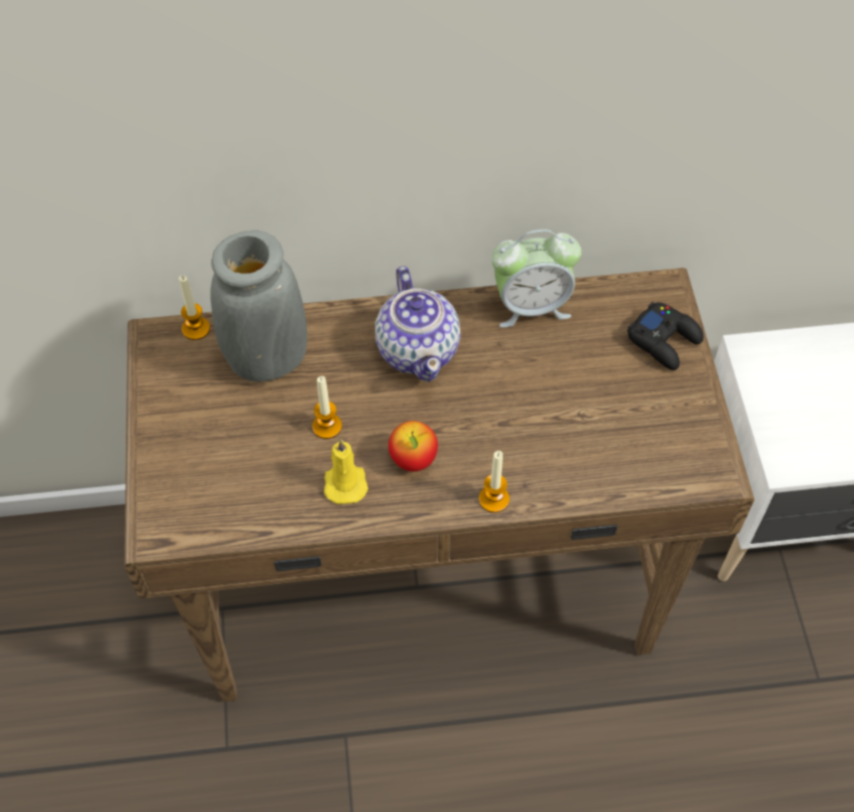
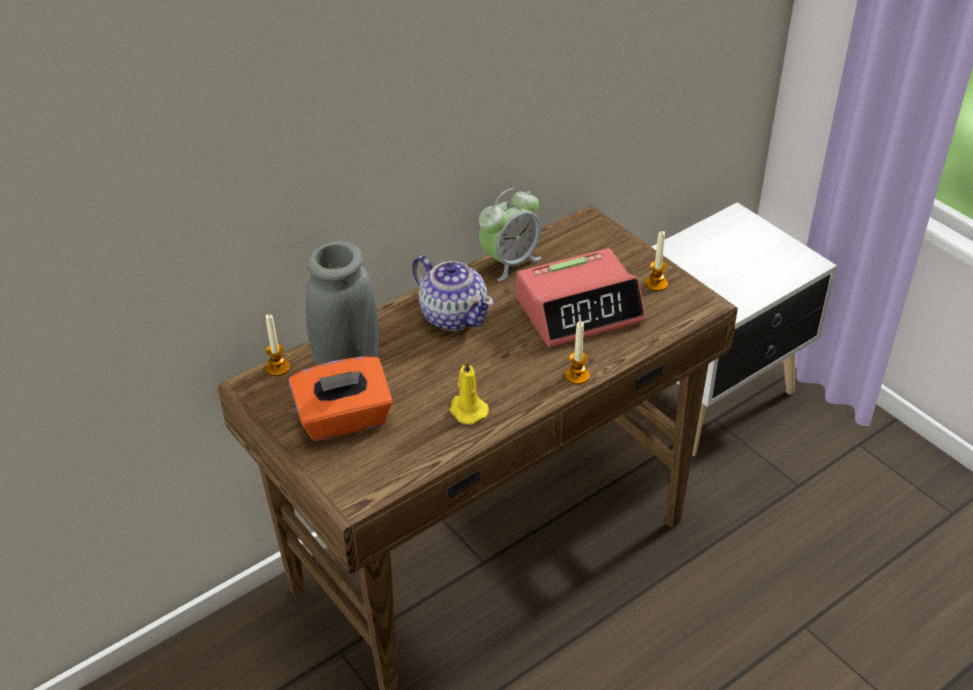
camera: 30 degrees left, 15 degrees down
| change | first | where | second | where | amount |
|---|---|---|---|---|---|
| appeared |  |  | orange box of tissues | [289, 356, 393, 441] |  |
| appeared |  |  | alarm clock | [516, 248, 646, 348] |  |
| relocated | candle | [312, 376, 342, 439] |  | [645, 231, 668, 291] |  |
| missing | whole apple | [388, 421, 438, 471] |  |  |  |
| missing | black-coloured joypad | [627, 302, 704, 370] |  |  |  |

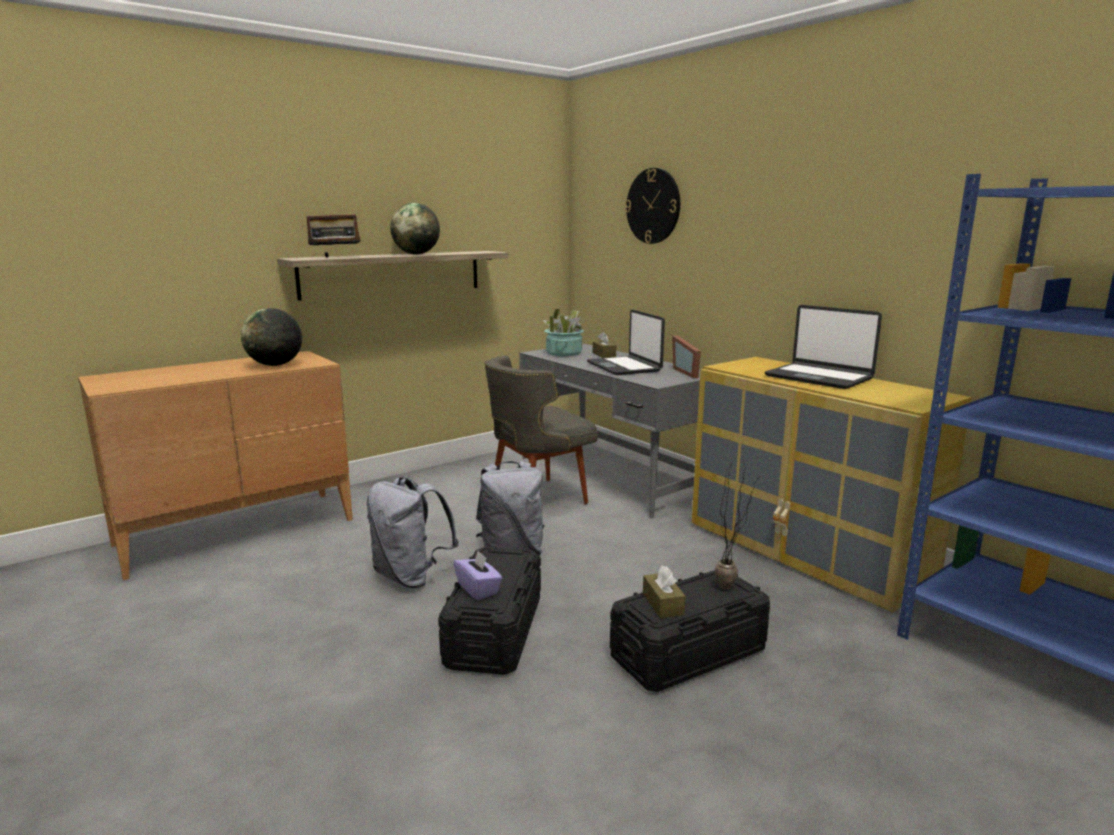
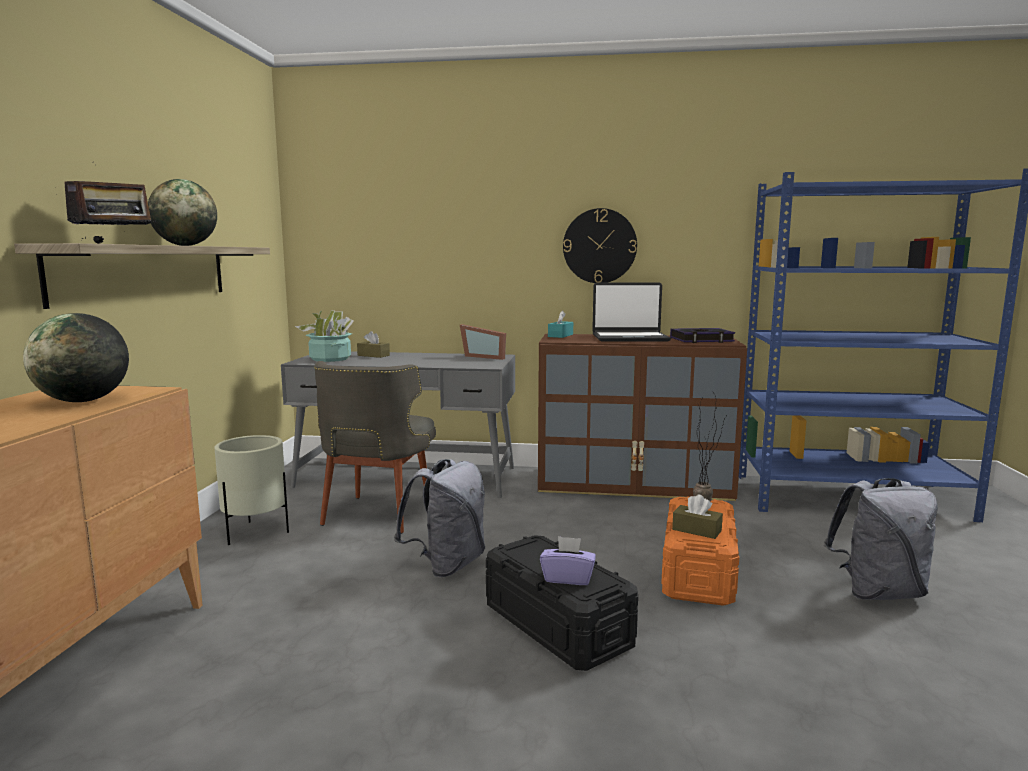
camera: 45 degrees left, 5 degrees down
| change | first | where | second | where | amount |
|---|---|---|---|---|---|
| appeared |  |  | beige planter | [215, 435, 289, 545] |  |
| colour | yellow cupboard | [692, 357, 972, 612] | brownish cupboard | [538, 334, 747, 501] |  |
| appeared |  |  | turquoise box of tissues | [548, 310, 573, 338] |  |
| relocated | hanging clock | [625, 168, 680, 244] |  | [563, 208, 637, 283] |  |
| colour | black-coloured storage container | [610, 570, 770, 692] | orange storage container | [661, 496, 739, 606] |  |
| appeared |  |  | bound book | [670, 328, 735, 343] |  |
| relocated | greyish rucksack | [367, 477, 459, 588] |  | [824, 478, 938, 600] |  |
| missing | notebook computer | [587, 309, 665, 375] |  |  |  |

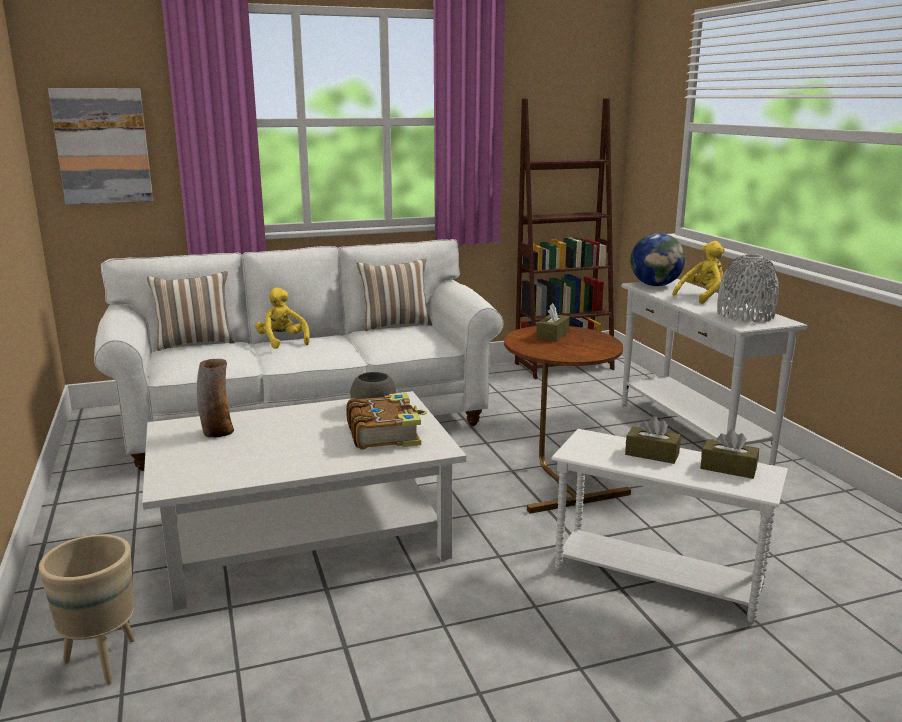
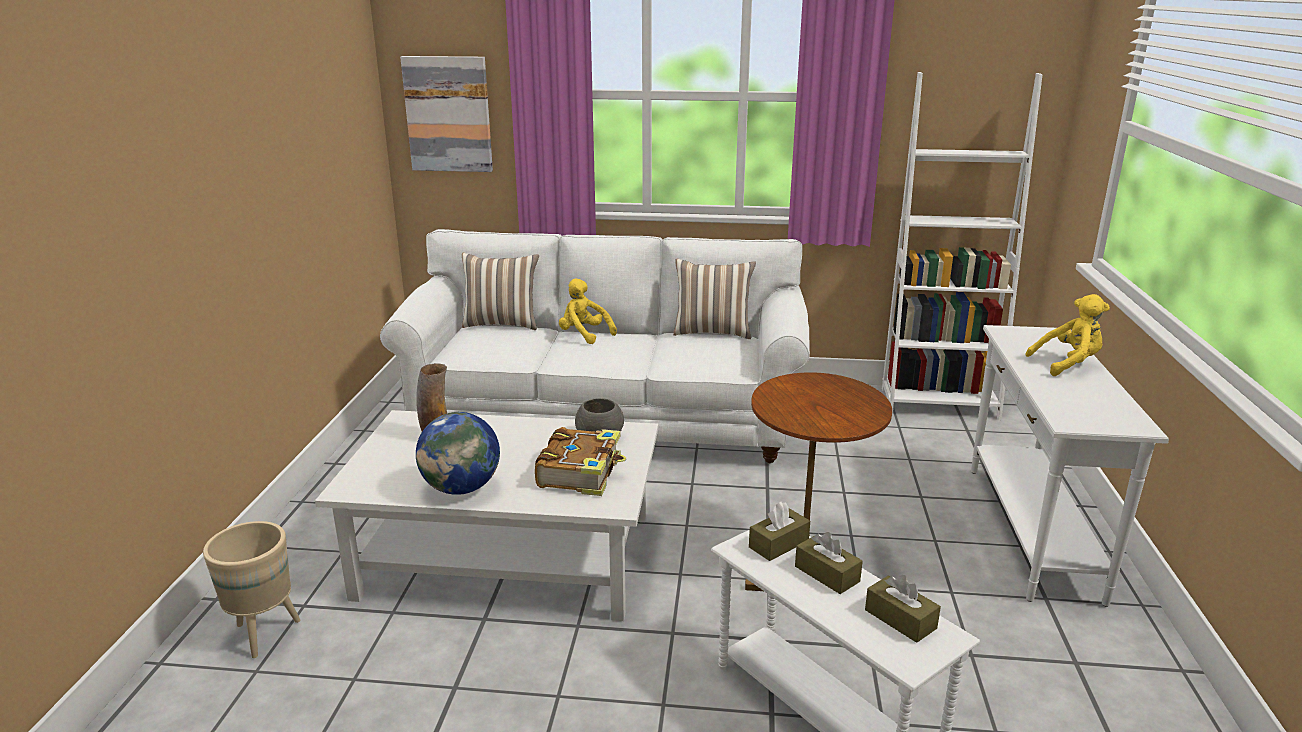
camera: 25 degrees right, 5 degrees up
| change | first | where | second | where | amount |
|---|---|---|---|---|---|
| relocated | desk globe | [630, 233, 685, 286] |  | [416, 412, 500, 495] |  |
| spun | yellow plush toy | [255, 287, 310, 349] |  | [559, 278, 617, 344] | 45 degrees counterclockwise |
| relocated | brownish box of tissues | [536, 303, 570, 342] |  | [749, 502, 810, 561] |  |
| colour | brownish shelving unit | [515, 98, 615, 379] | white-coloured shelving unit | [882, 72, 1043, 420] |  |
| missing | greyish decorative vase | [717, 254, 779, 322] |  |  |  |

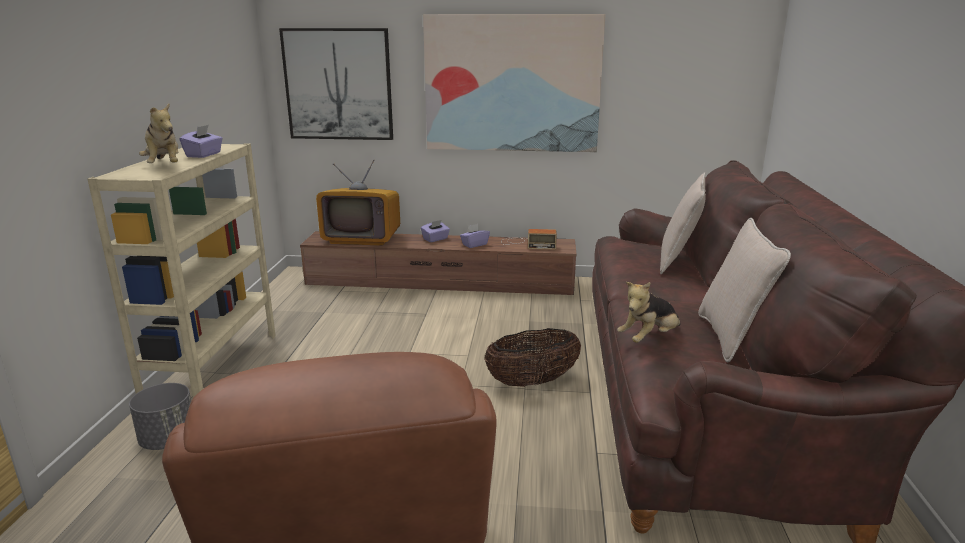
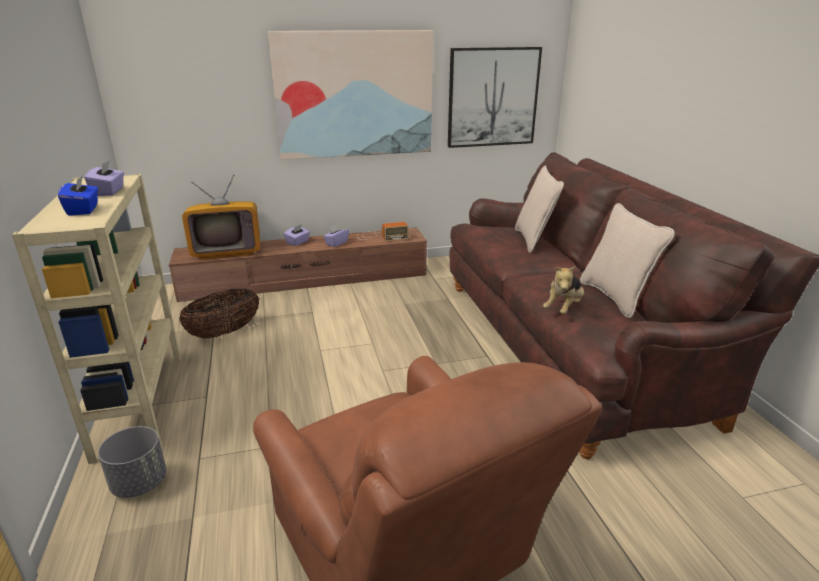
camera: 20 degrees left, 5 degrees up
| change | first | where | second | where | amount |
|---|---|---|---|---|---|
| exchanged | plush toy | [139, 104, 179, 163] | blue-coloured box of tissues | [58, 175, 98, 216] |  |
| relocated | household basket | [484, 328, 581, 387] |  | [179, 289, 259, 338] |  |
| relocated | picture | [279, 28, 393, 140] |  | [448, 47, 542, 148] |  |

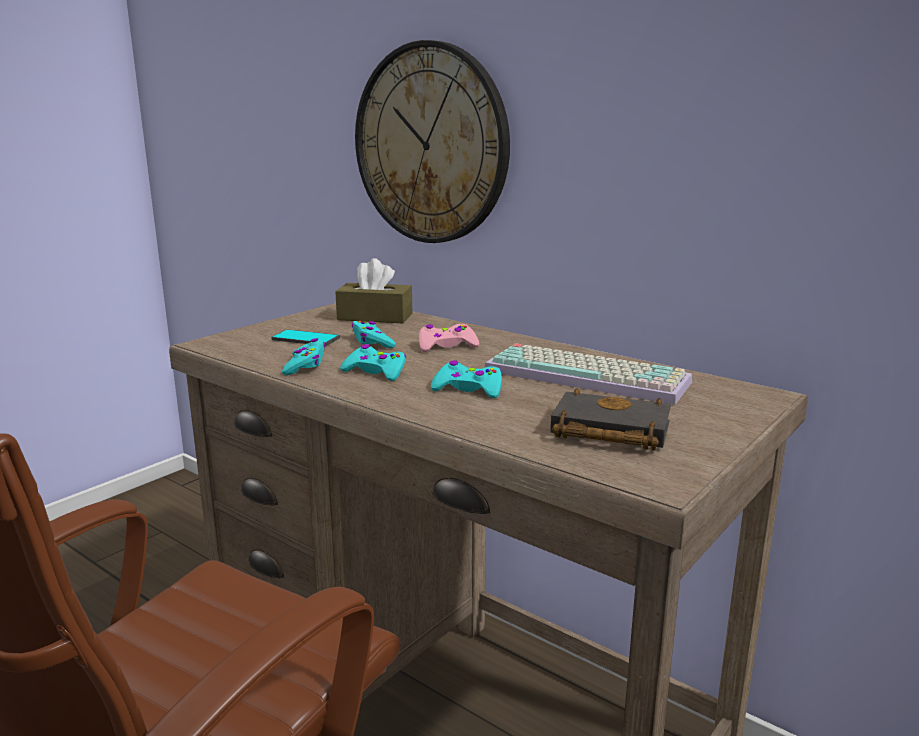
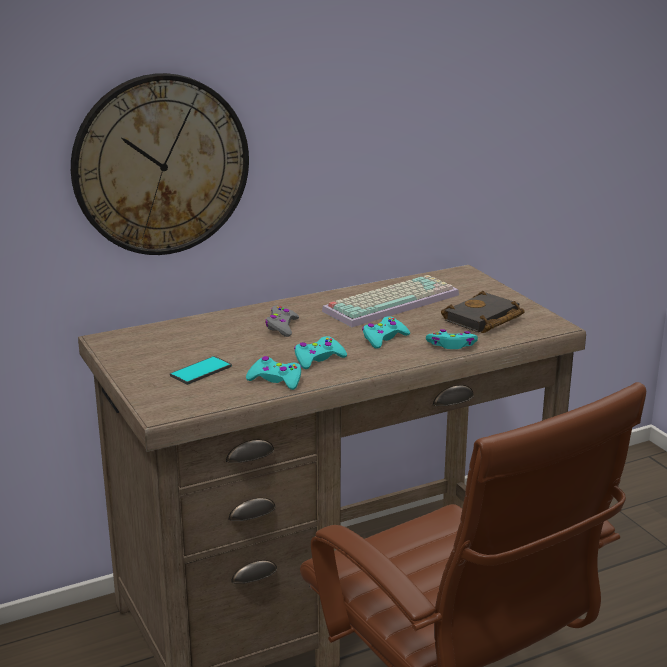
camera: 65 degrees left, 5 degrees up
| change | first | where | second | where | amount |
|---|---|---|---|---|---|
| colour | pinkish joypad | [419, 324, 479, 352] | greyish joypad | [265, 306, 299, 337] |  |
| relocated | turquoise joypad | [352, 321, 396, 348] |  | [426, 329, 478, 349] |  |
| missing | brownish box of tissues | [335, 258, 412, 323] |  |  |  |

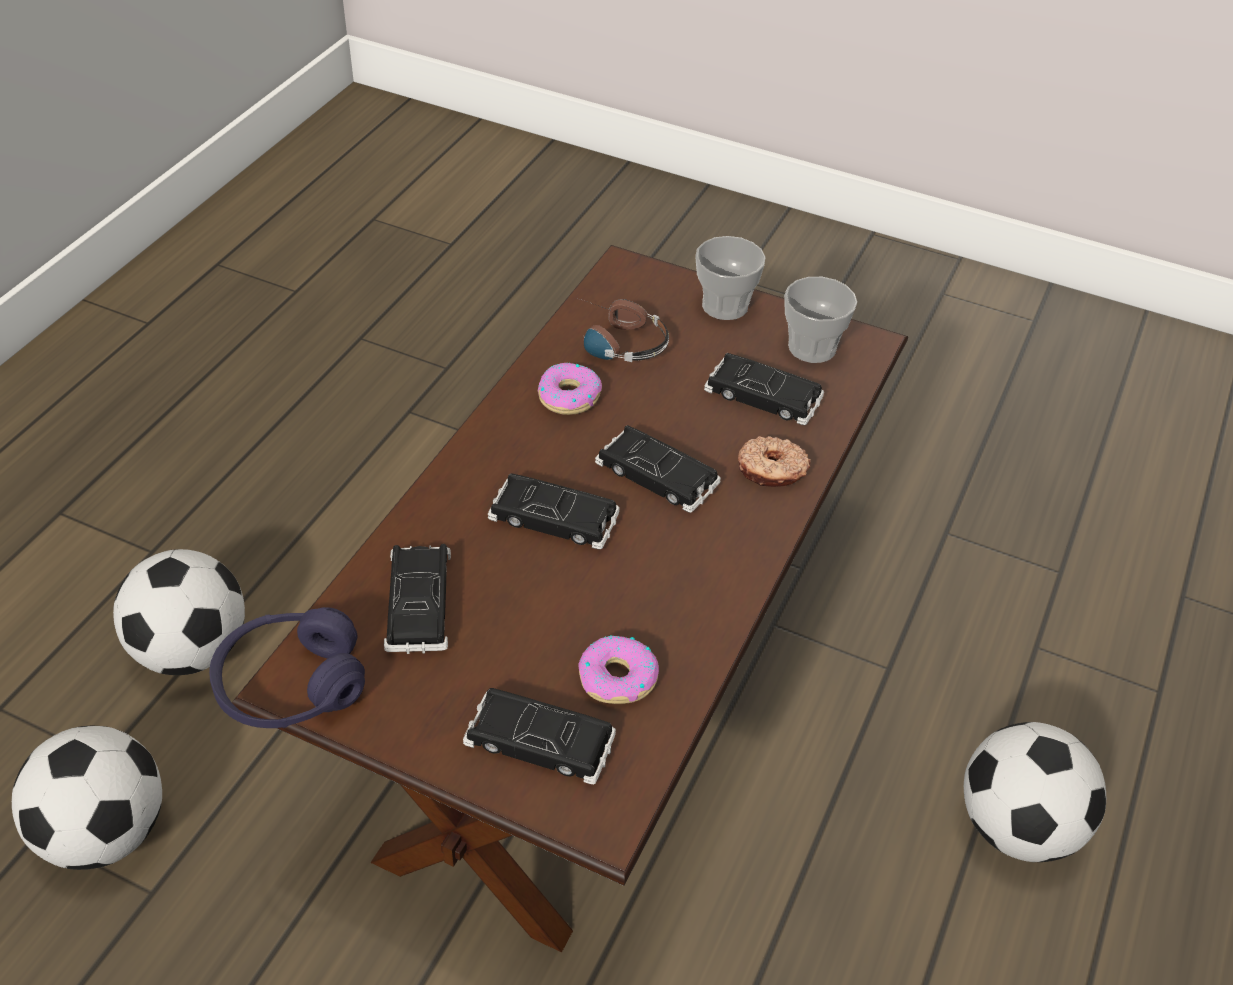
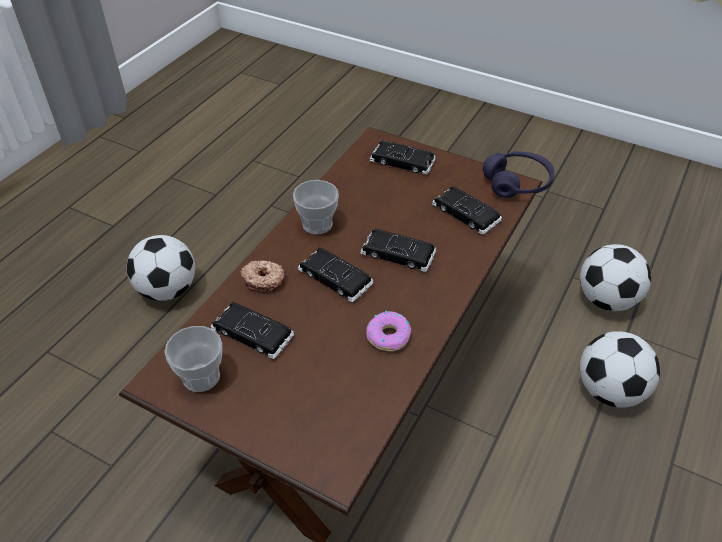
camera: 175 degrees left, 0 degrees up
| change | first | where | second | where | amount |
|---|---|---|---|---|---|
| relocated | small cup | [695, 236, 766, 320] |  | [293, 180, 339, 234] |  |
| spun | black-coloured toy car | [384, 544, 451, 654] |  | [432, 186, 502, 235] | 135 degrees clockwise |
| missing | ring doughnut | [578, 635, 659, 704] |  |  |  |
| missing | pair of headphones | [579, 299, 669, 362] |  |  |  |

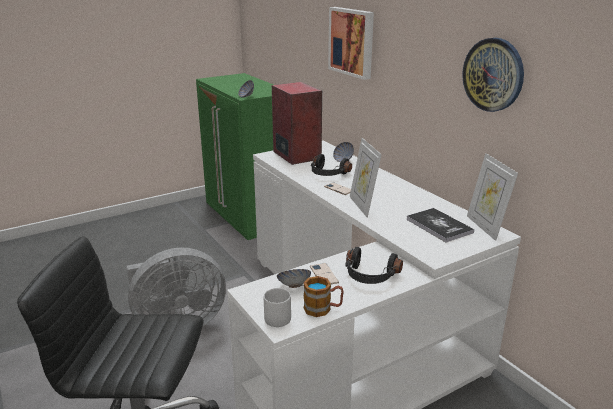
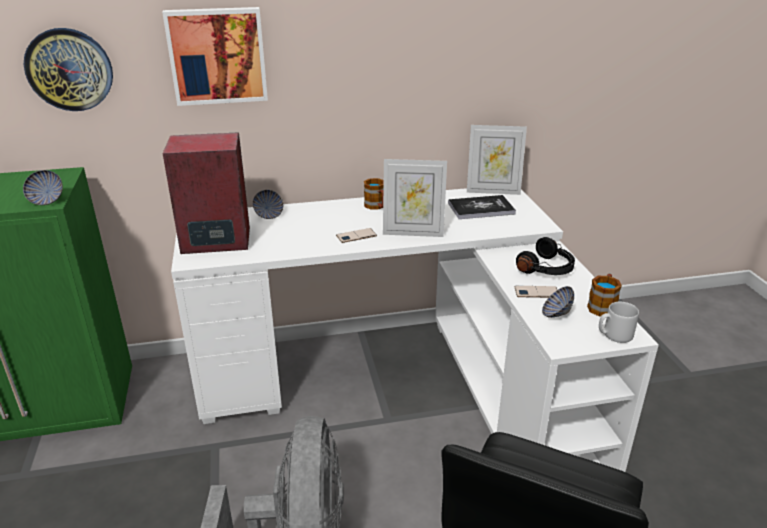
camera: 70 degrees left, 5 degrees up
| change | first | where | second | where | amount |
|---|---|---|---|---|---|
| relocated | hanging clock | [462, 38, 524, 112] |  | [24, 28, 113, 111] |  |
| appeared |  |  | tea mug | [364, 178, 384, 210] |  |
| missing | black-coloured pair of headphones | [310, 154, 352, 176] |  |  |  |

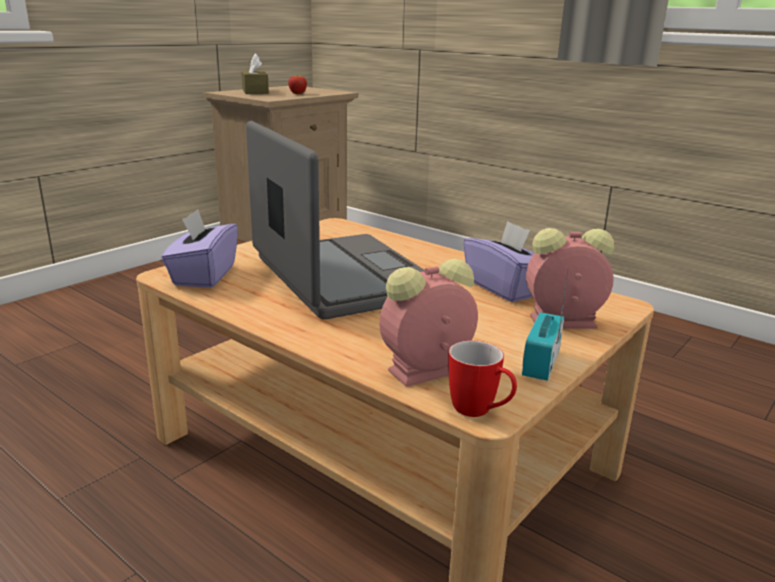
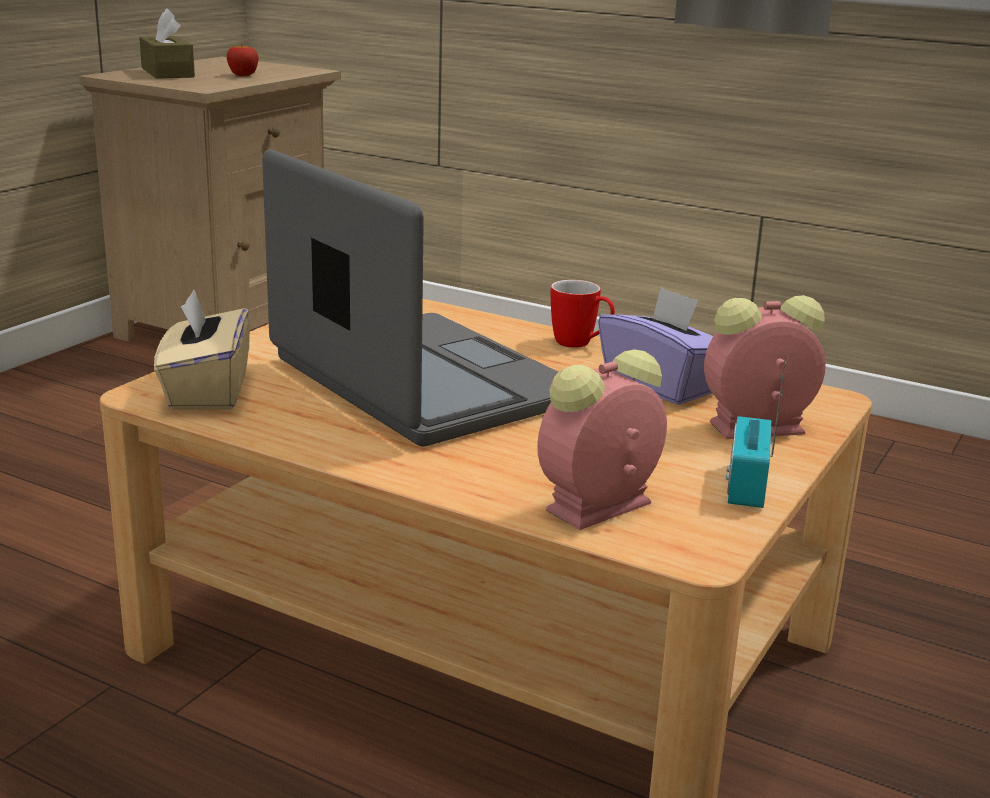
camera: 10 degrees left, 0 degrees up
| change | first | where | second | where | amount |
|---|---|---|---|---|---|
| colour | purplish box of tissues | [161, 209, 238, 288] | beige box of tissues | [154, 289, 250, 410] |  |
| relocated | tea mug | [448, 340, 517, 417] |  | [551, 280, 615, 348] |  |

